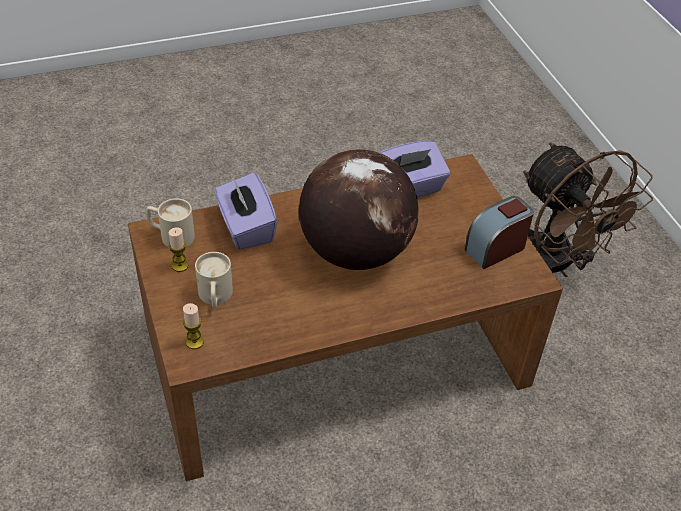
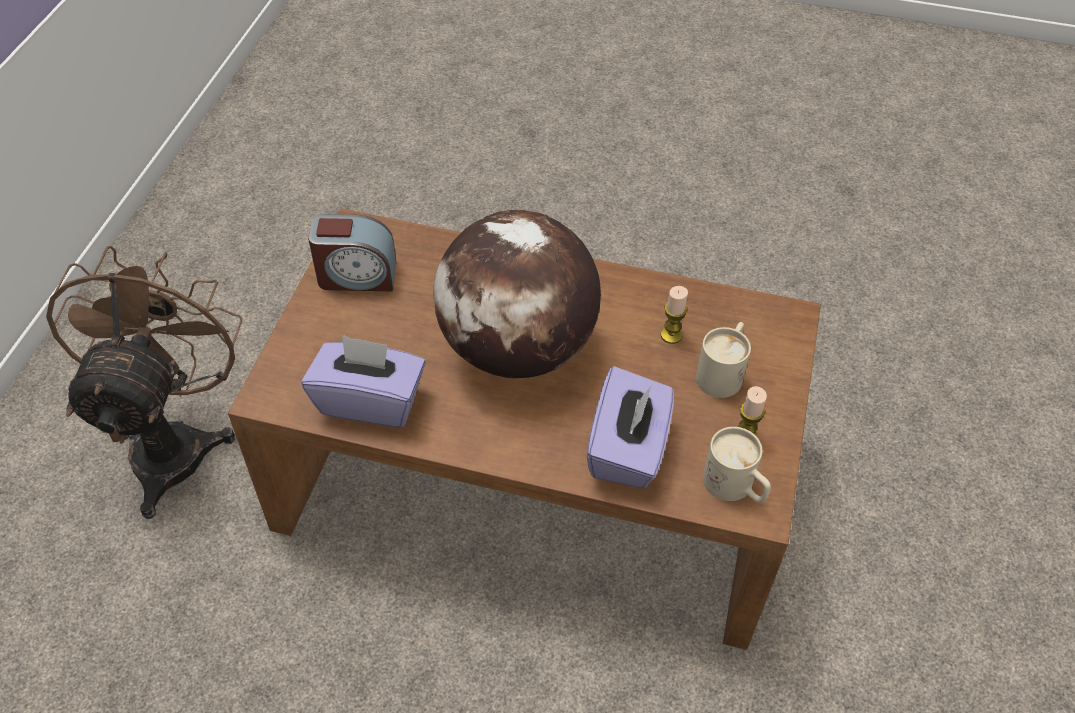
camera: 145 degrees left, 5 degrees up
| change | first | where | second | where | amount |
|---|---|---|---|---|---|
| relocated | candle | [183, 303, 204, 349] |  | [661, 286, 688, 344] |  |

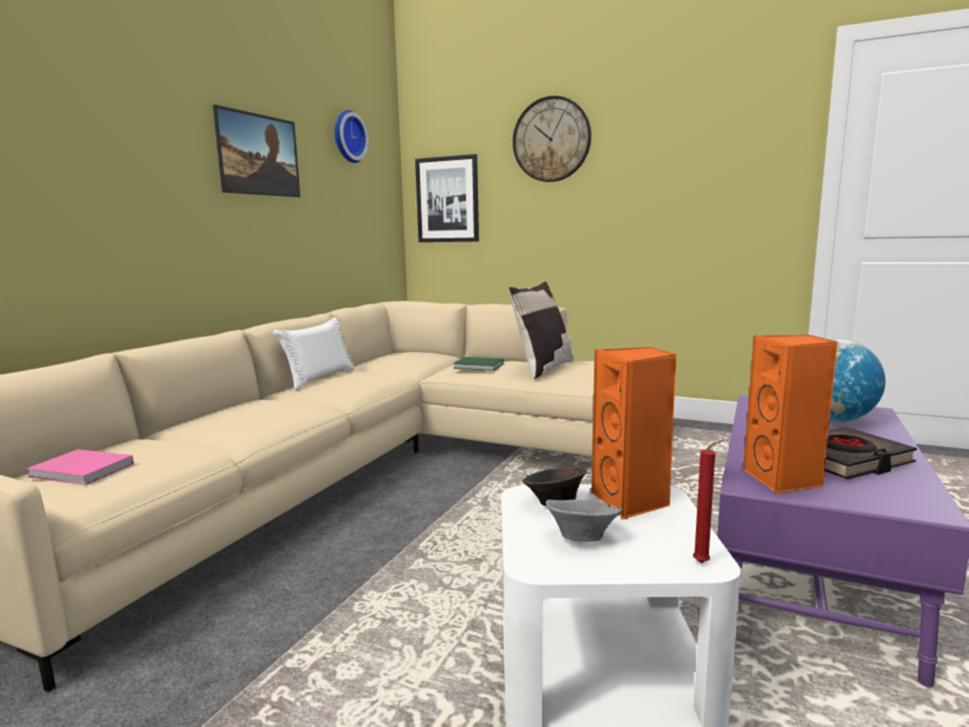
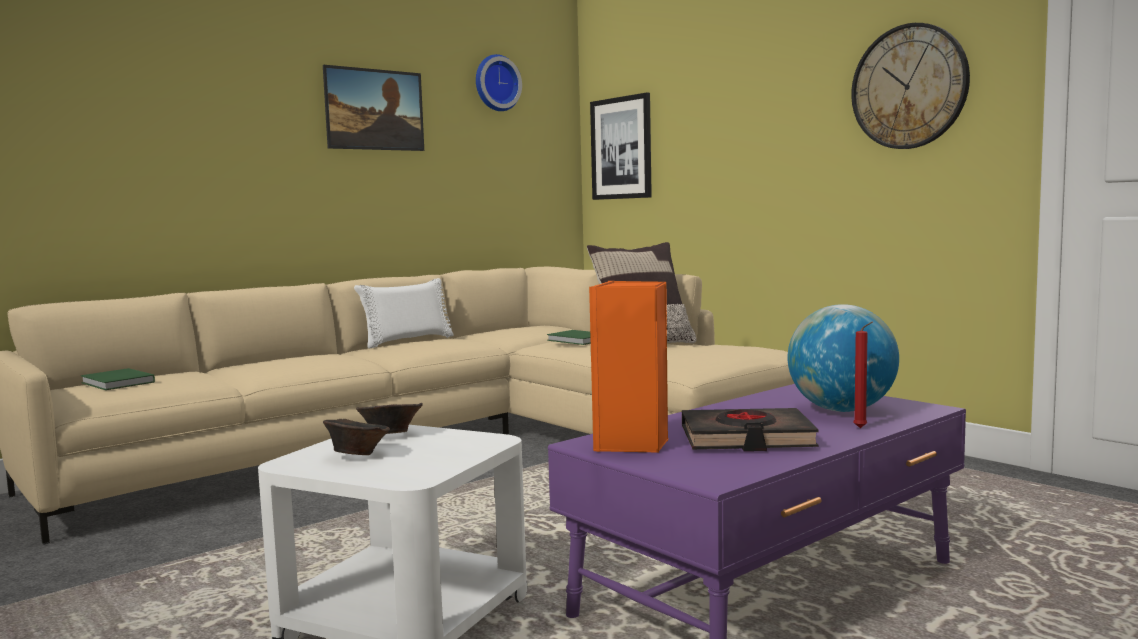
camera: 25 degrees right, 5 degrees down
| change | first | where | second | where | amount |
|---|---|---|---|---|---|
| colour | pinkish bound book | [26, 449, 134, 485] | green bound book | [81, 368, 155, 390] |  |
| colour | greyish bowl | [546, 500, 622, 542] | brownish bowl | [323, 419, 390, 455] |  |
| relocated | hanging clock | [513, 96, 591, 182] |  | [851, 23, 970, 149] |  |
| relocated | reddish candle | [693, 440, 724, 563] |  | [853, 322, 873, 428] |  |
| missing | orange loudspeaker | [591, 347, 677, 519] |  |  |  |

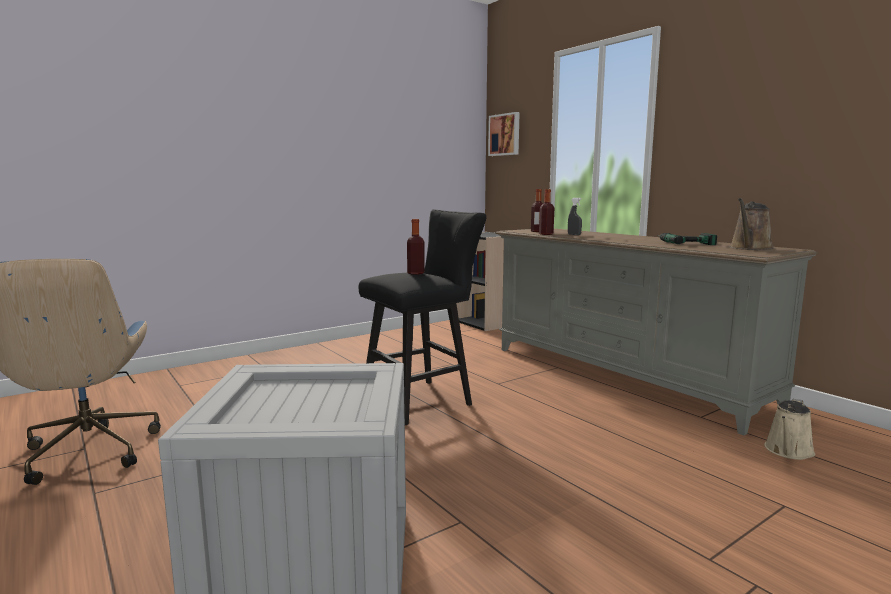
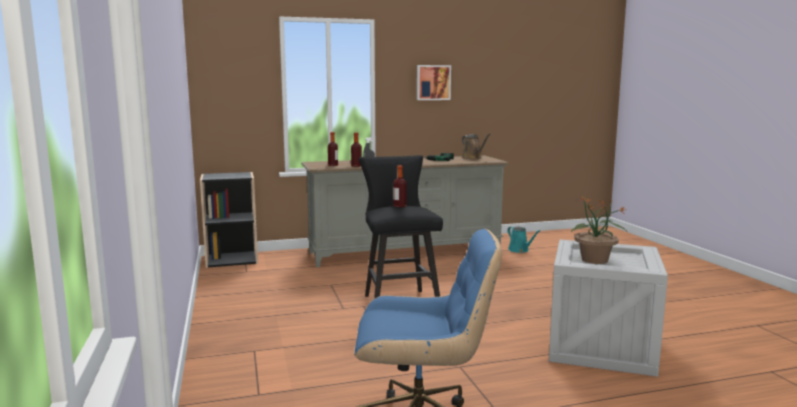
camera: 70 degrees left, 0 degrees up
| change | first | where | second | where | amount |
|---|---|---|---|---|---|
| relocated | picture | [488, 112, 520, 156] |  | [417, 65, 451, 100] |  |
| colour | beige sprinkling can | [764, 399, 815, 460] | turquoise sprinkling can | [507, 226, 540, 253] |  |
| appeared |  |  | plant in a pot | [571, 196, 627, 264] |  |

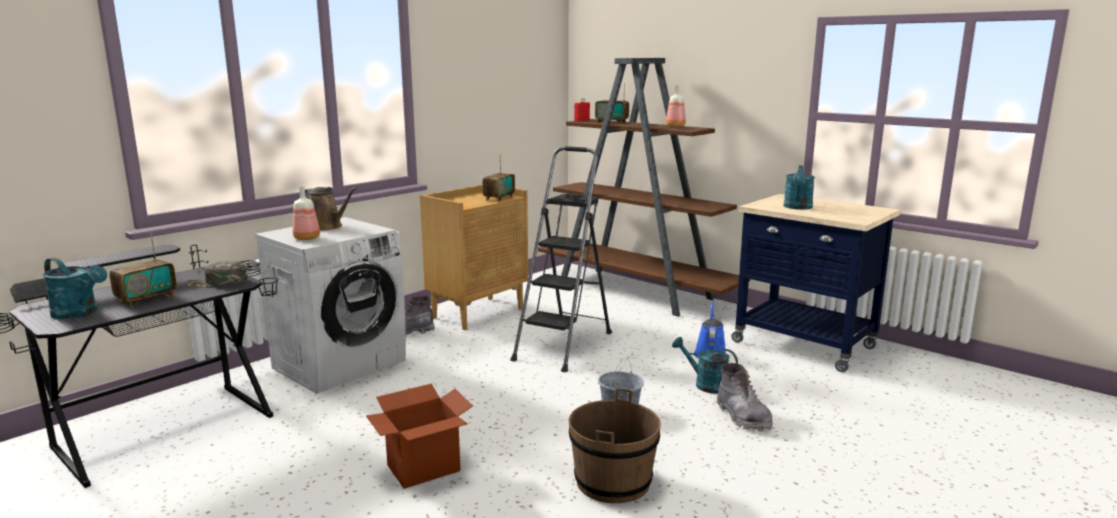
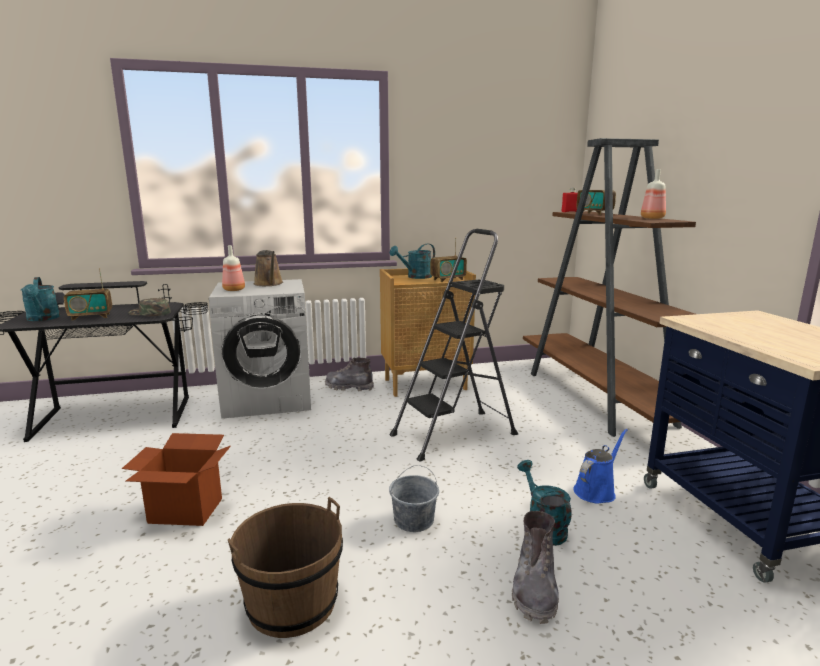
camera: 35 degrees right, 0 degrees up
| change | first | where | second | where | amount |
|---|---|---|---|---|---|
| relocated | turquoise sprinkling can | [784, 165, 815, 210] |  | [390, 243, 435, 279] |  |

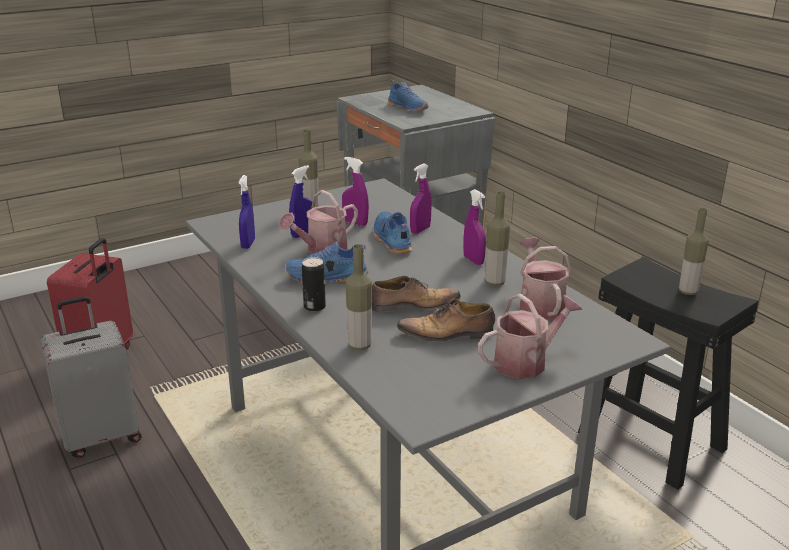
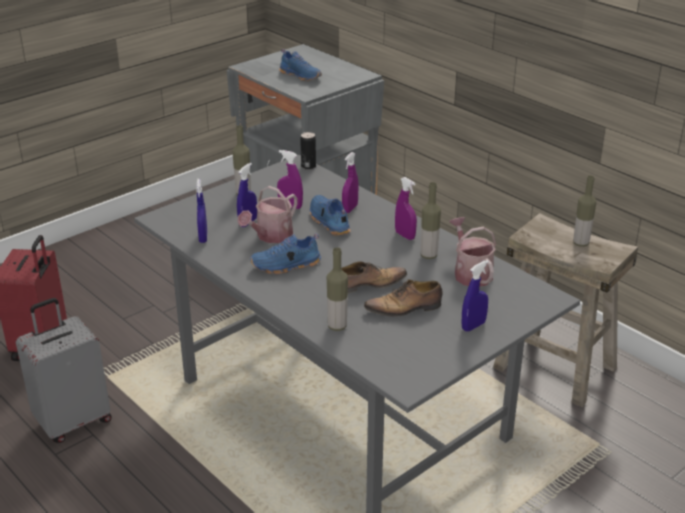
camera: 10 degrees left, 5 degrees up
| change | first | where | second | where | amount |
|---|---|---|---|---|---|
| relocated | metal can | [302, 257, 326, 312] |  | [300, 132, 316, 170] |  |
| exchanged | sprinkling can | [478, 294, 583, 379] | blue-coloured sprayer | [462, 260, 489, 331] |  |
| colour | black-coloured stool seat | [578, 257, 759, 490] | beige stool seat | [493, 213, 638, 407] |  |

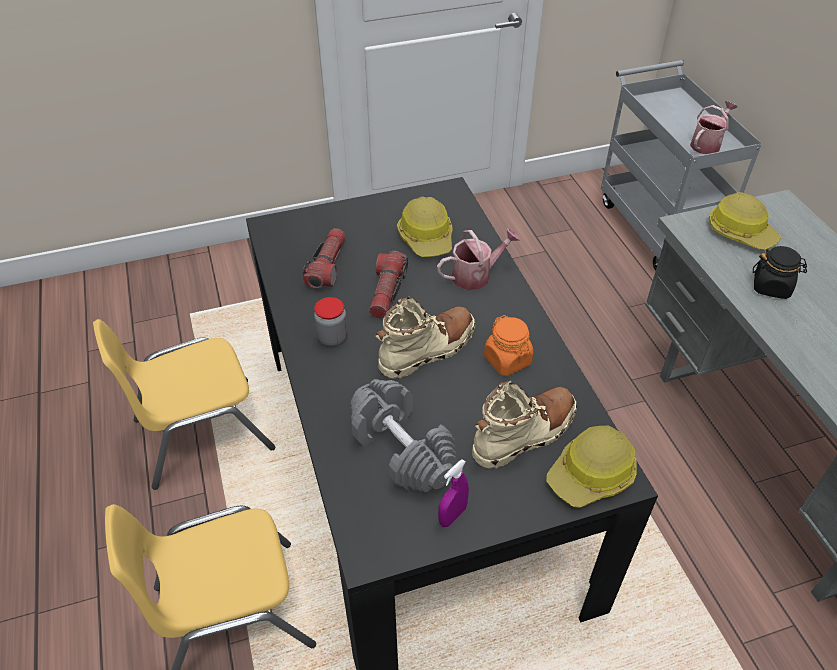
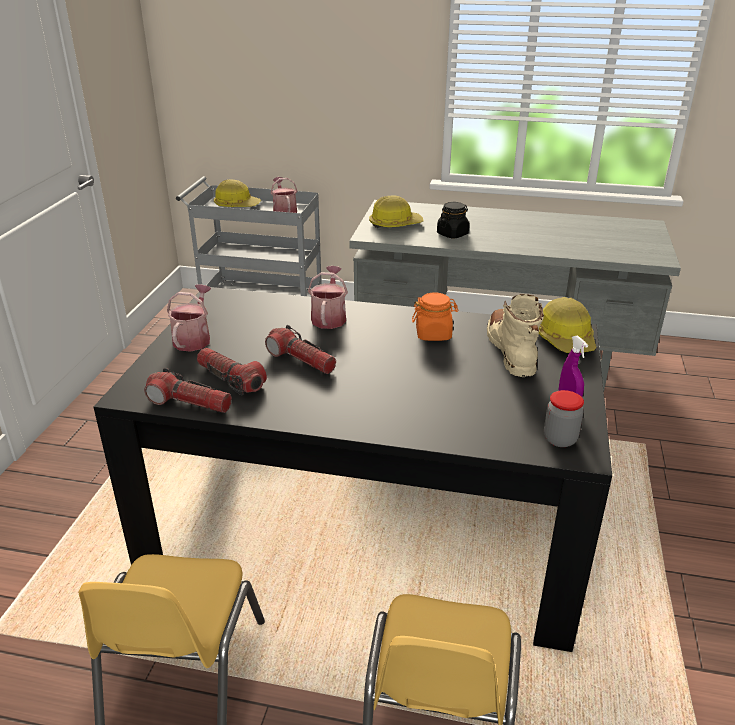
camera: 60 degrees left, 15 degrees down
| change | first | where | second | where | amount |
|---|---|---|---|---|---|
| appeared |  |  | hand torch | [144, 368, 232, 413] |  |
| appeared |  |  | sprinkling can | [167, 284, 211, 352] |  |
| relocated | safety helmet | [397, 197, 453, 257] |  | [214, 179, 261, 207] |  |
| relocated | jar | [314, 297, 348, 347] |  | [544, 390, 584, 447] |  |
| missing | greyish dumbbell | [350, 379, 457, 492] |  |  |  |
| missing | beige tall boot | [375, 297, 475, 379] |  |  |  |

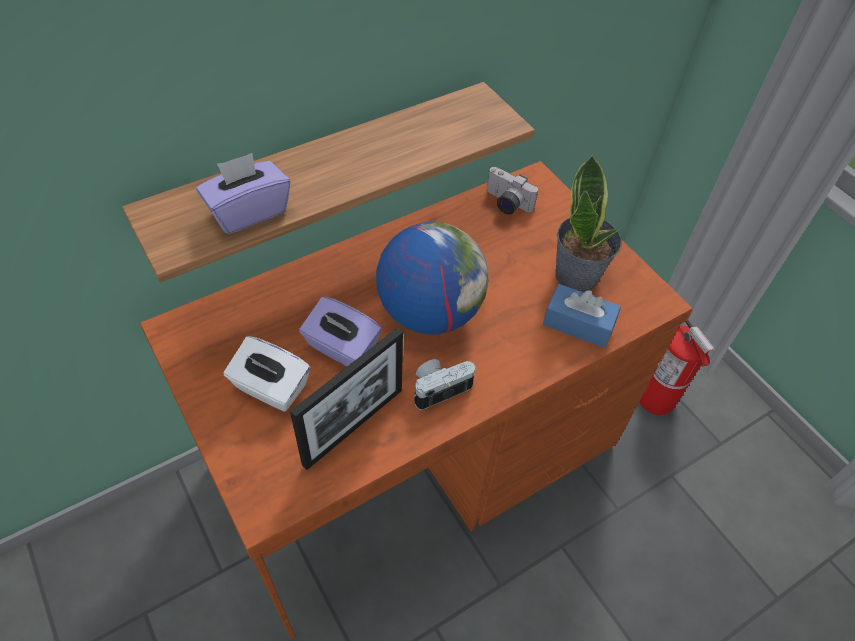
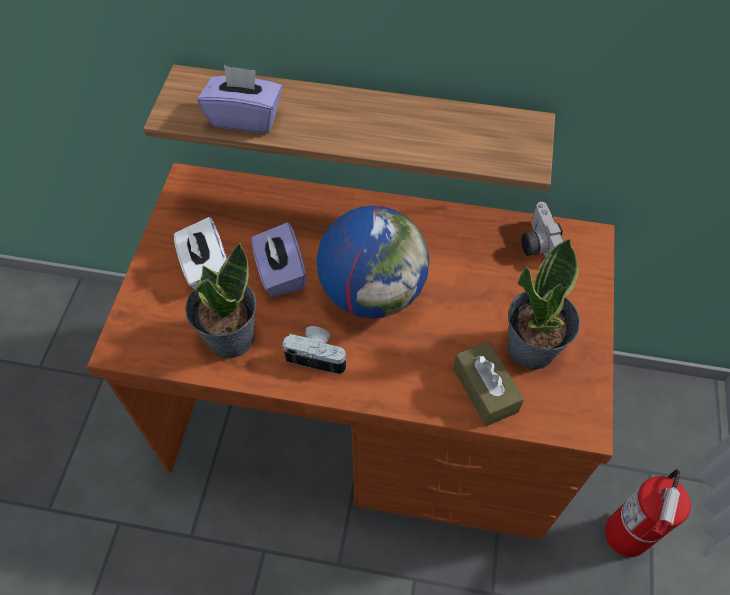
camera: 45 degrees right, 5 degrees up
| change | first | where | second | where | amount |
|---|---|---|---|---|---|
| exchanged | photo frame | [290, 328, 403, 470] | plant in a pot | [185, 242, 256, 359] |  |
| colour | blue-coloured box of tissues | [543, 284, 621, 348] | brownish box of tissues | [453, 341, 524, 426] |  |

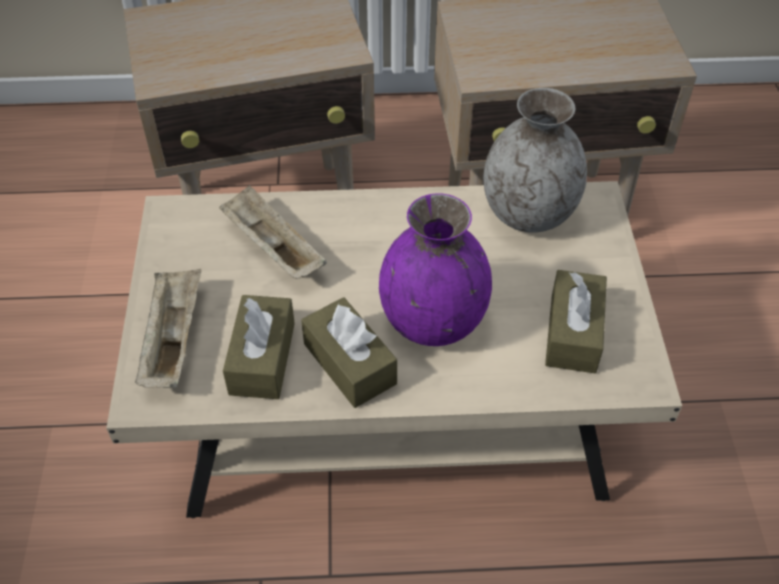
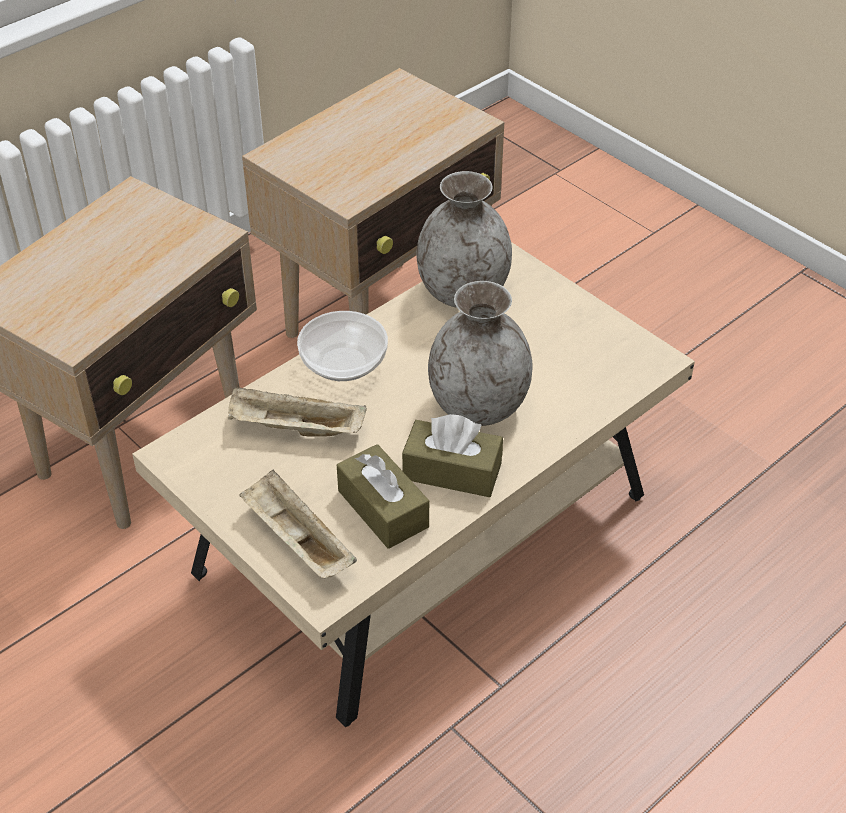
camera: 40 degrees left, 5 degrees down
| change | first | where | second | where | amount |
|---|---|---|---|---|---|
| appeared |  |  | bowl | [297, 311, 388, 381] |  |
| colour | purplish decorative vase | [379, 193, 492, 346] | greyish decorative vase | [428, 281, 533, 426] |  |
| missing | brownish box of tissues | [545, 270, 607, 373] |  |  |  |

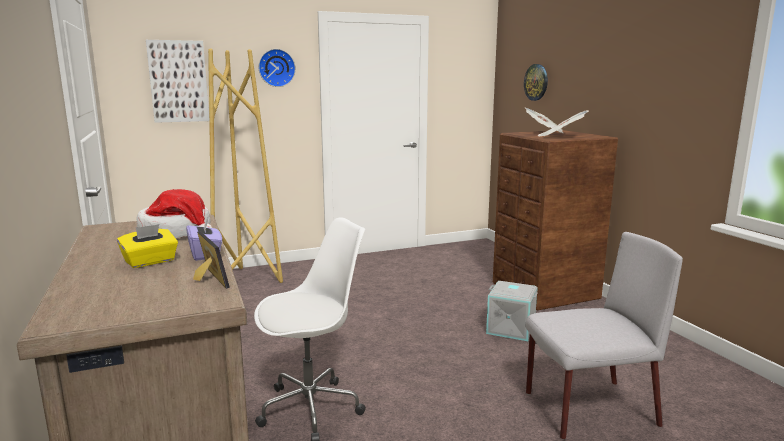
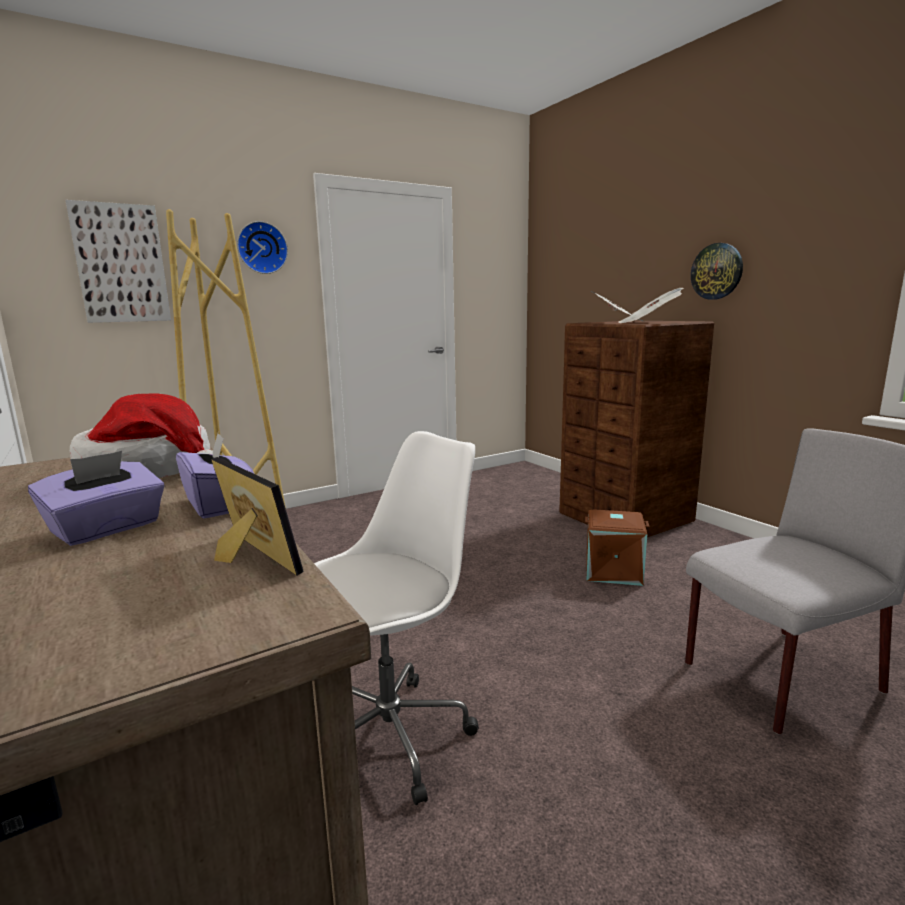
camera: 10 degrees left, 0 degrees up
| change | first | where | second | where | amount |
|---|---|---|---|---|---|
| colour | yellow box of tissues | [117, 224, 178, 268] | purplish box of tissues | [28, 451, 165, 546] |  |
| colour | greyish storage container | [486, 281, 538, 341] | brownish storage container | [585, 509, 650, 586] |  |
| relocated | hanging clock | [524, 64, 548, 101] |  | [691, 243, 743, 300] |  |

